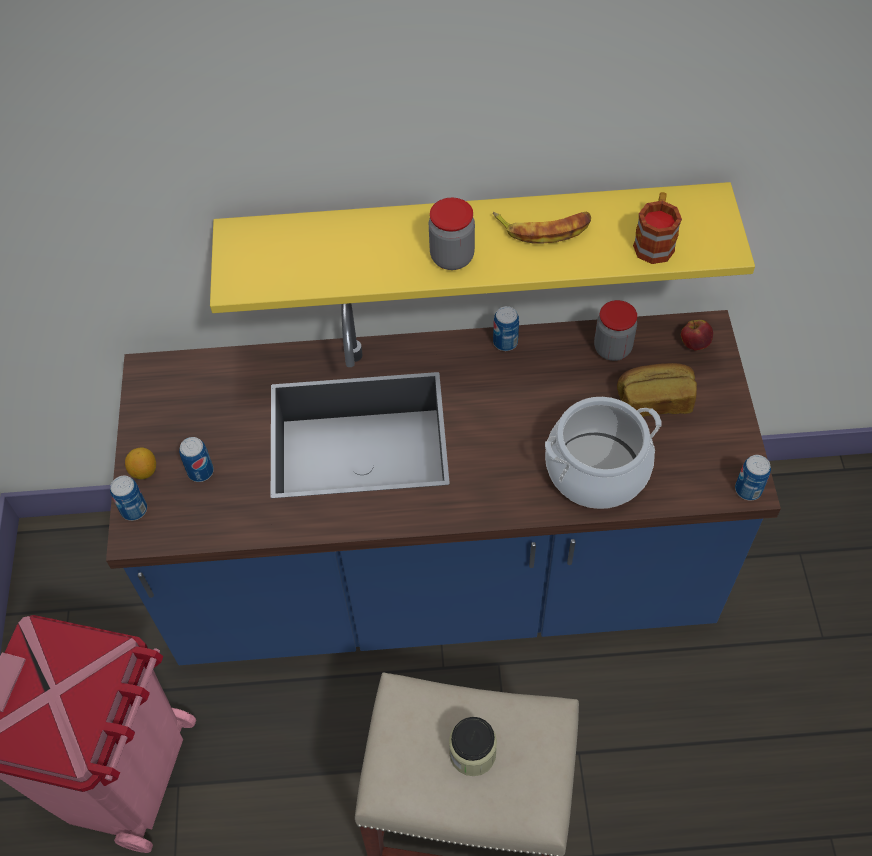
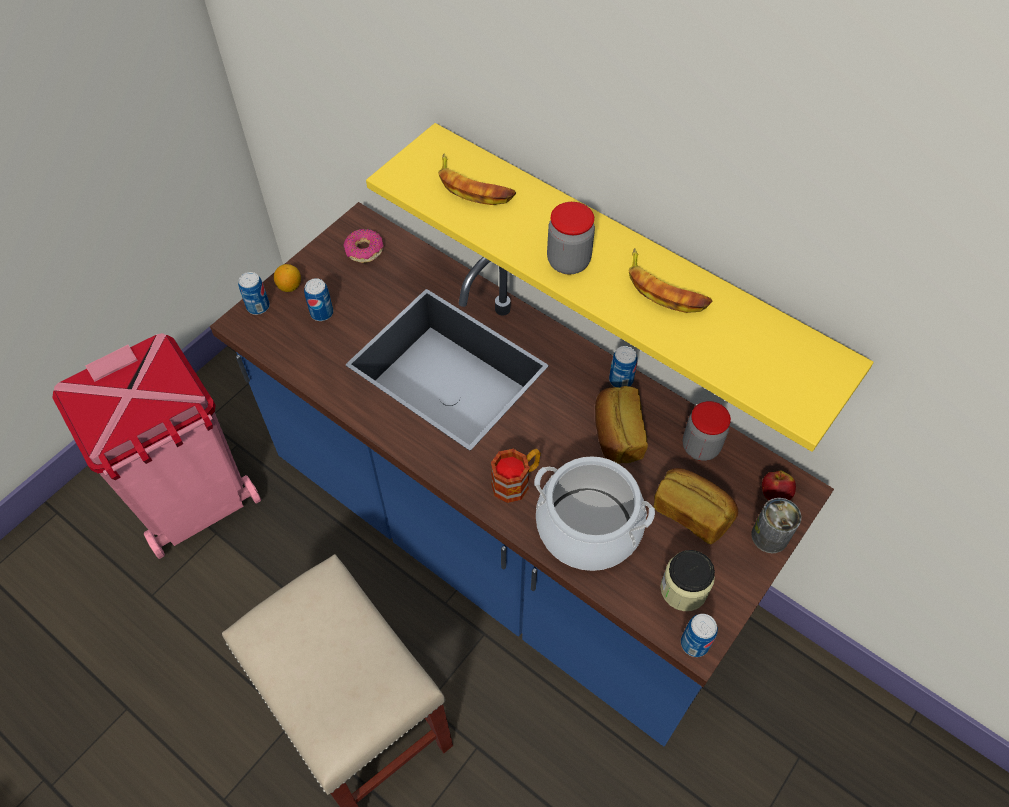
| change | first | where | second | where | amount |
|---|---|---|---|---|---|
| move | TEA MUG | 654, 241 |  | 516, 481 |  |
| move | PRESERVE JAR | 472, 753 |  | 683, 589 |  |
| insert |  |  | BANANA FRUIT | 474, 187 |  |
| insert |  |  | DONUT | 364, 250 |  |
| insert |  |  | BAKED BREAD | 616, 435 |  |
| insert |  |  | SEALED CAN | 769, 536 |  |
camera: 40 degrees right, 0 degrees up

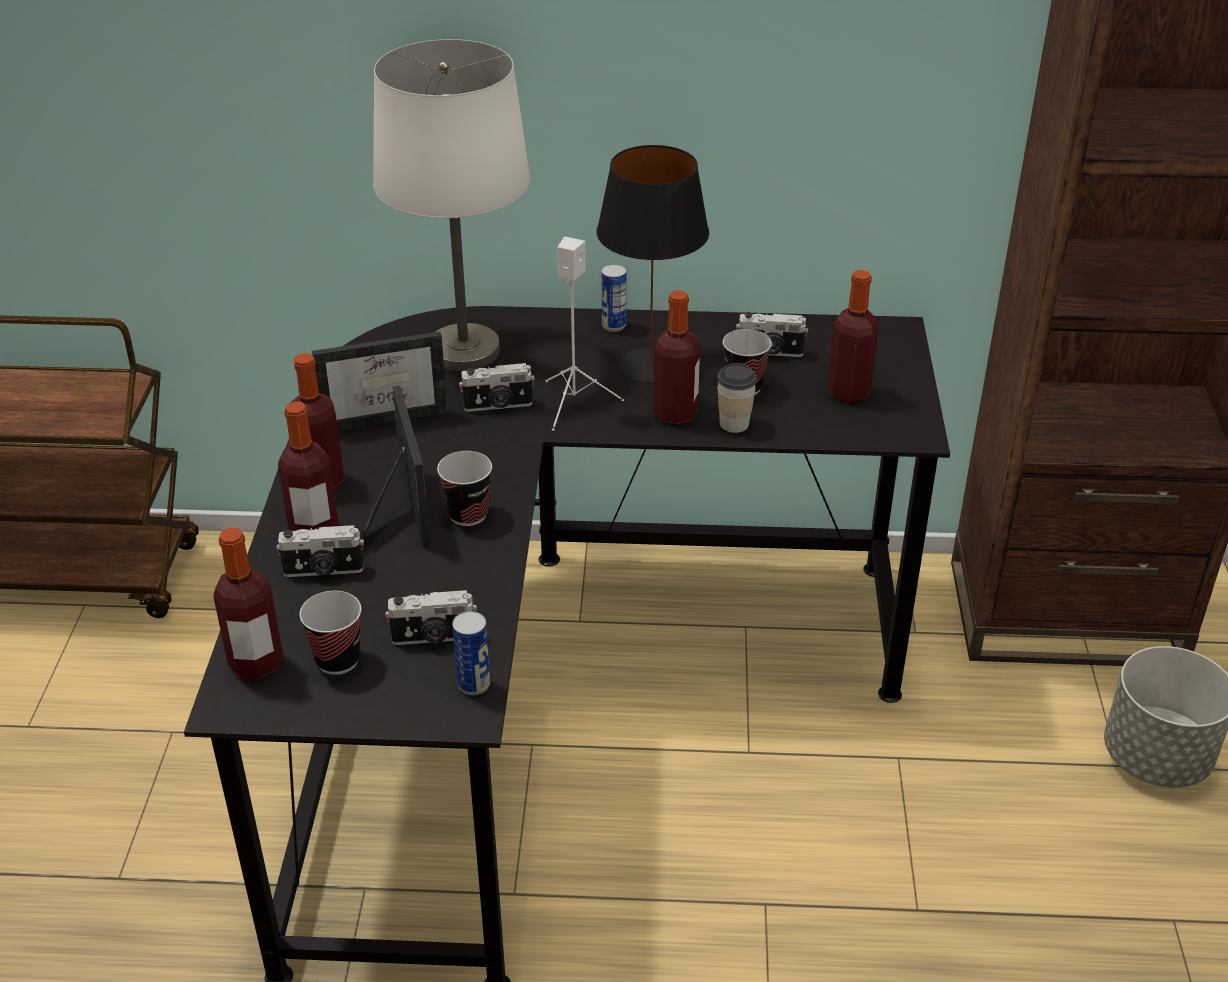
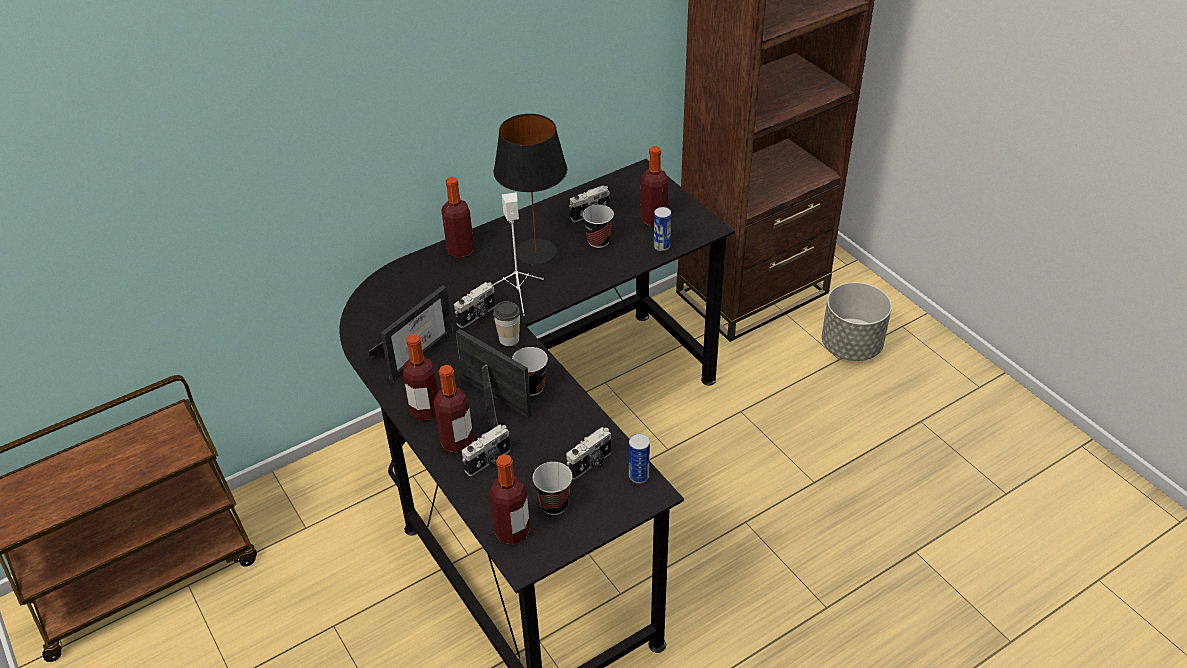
| change | first | where | second | where | amount |
|---|---|---|---|---|---|
| delete | WHITISH TABLE LAMP | 465, 351 |  |  |  |
| move | SEALED CAN | 613, 326 |  | 661, 246 |  |
| move | BOTTLE | 675, 414 |  | 460, 250 |  |
| move | CUP | 734, 423 |  | 509, 339 |  |
camera: 35 degrees left, 5 degrees up

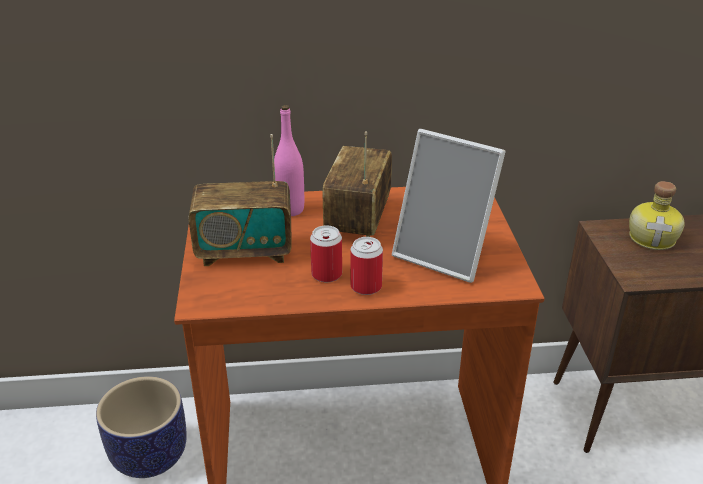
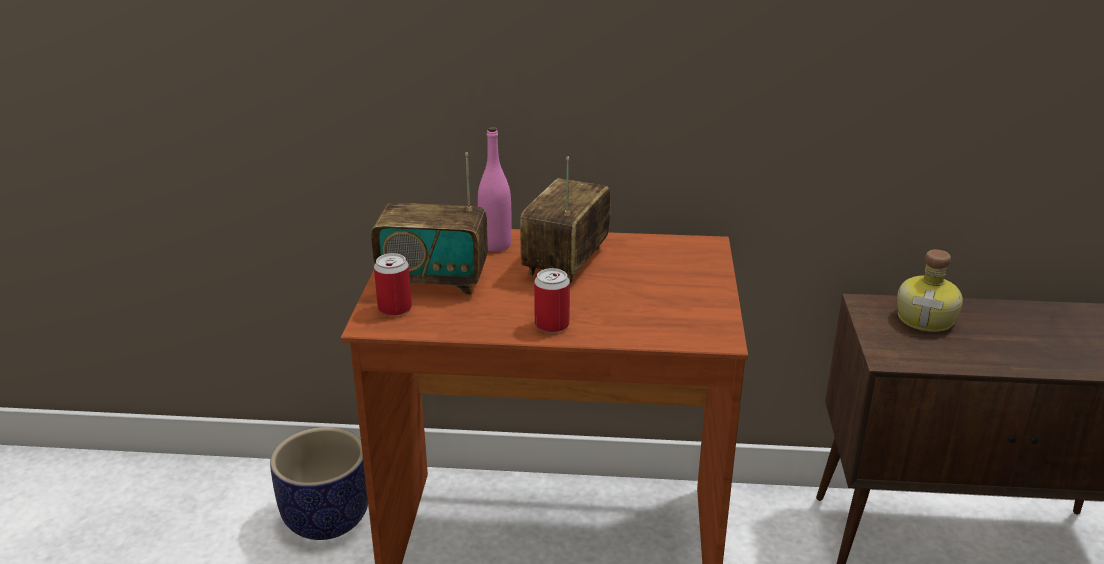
| change | first | where | second | where | amount |
|---|---|---|---|---|---|
| delete | PHOTO FRAME | 445, 255 |  |  |  |
| move | SEALED CAN | 326, 274 |  | 395, 308 |  |
camera: 10 degrees right, 5 degrees down

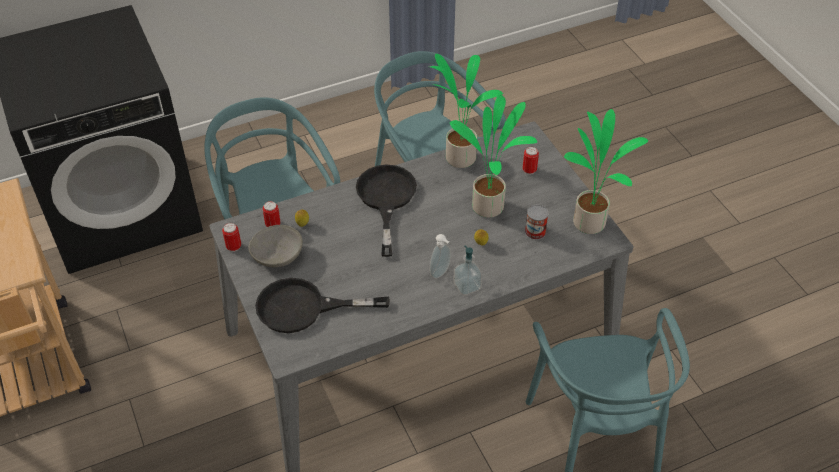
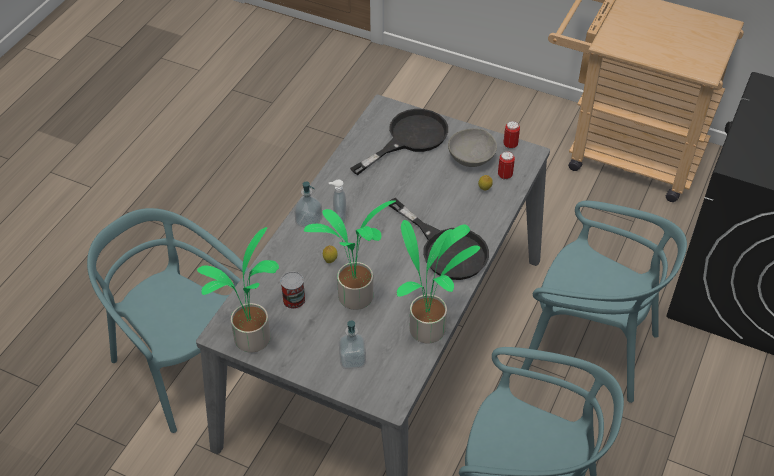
| change | first | where | second | where | amount |
|---|---|---|---|---|---|
| replace | SEALED CAN | 529, 170 | SOAP DISPENSER | 352, 359 |  |
camera: 140 degrees right, 0 degrees up

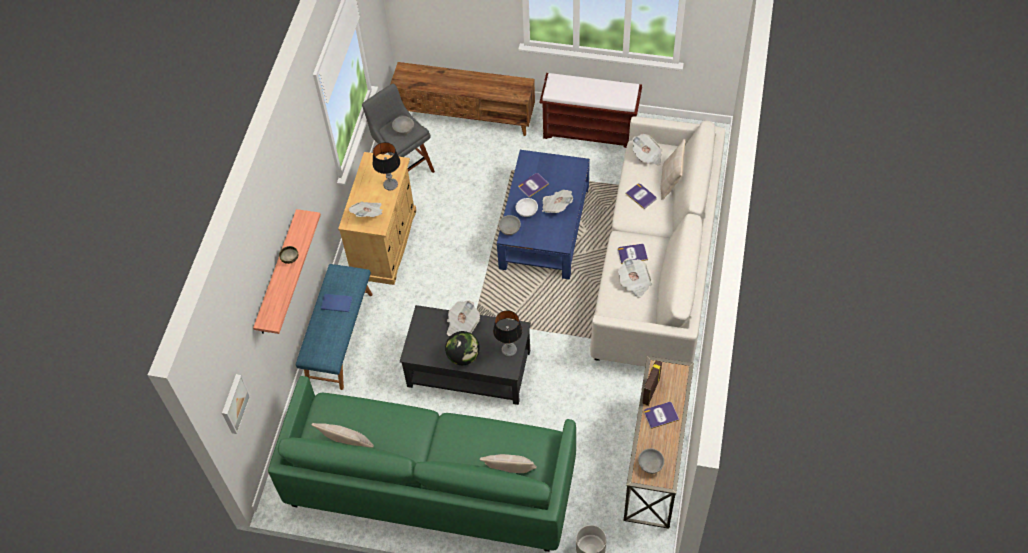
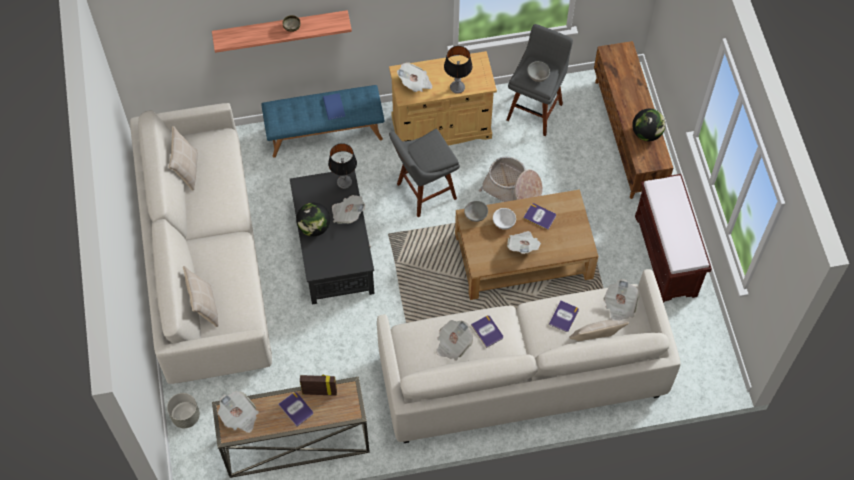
| change | first | where | second | where | amount |
|---|---|---|---|---|---|
| recolor | BLUE-COLOURED COFFEE TABLE | 544, 227 | BROWNISH COFFEE TABLE | 522, 256 |  |
| move | TABLE LAMP | 509, 349 |  | 344, 182 |  |
| delete | WALL ART | 233, 403 |  |  |  |
| recolor | GREENISH SETTEE | 430, 483 | WHITISH SETTEE | 206, 262 |  |
| replace | GREYISH SERVING BOWL | 651, 465 | NEWSPAPER | 239, 416 |  |
| insert |  |  | GLOBE | 646, 133 |  |
| insert |  |  | GREYISH STOOL SEAT | 423, 192 |  |
| insert |  |  | BASKET | 512, 189 |  |
camera: 65 degrees right, 5 degrees up

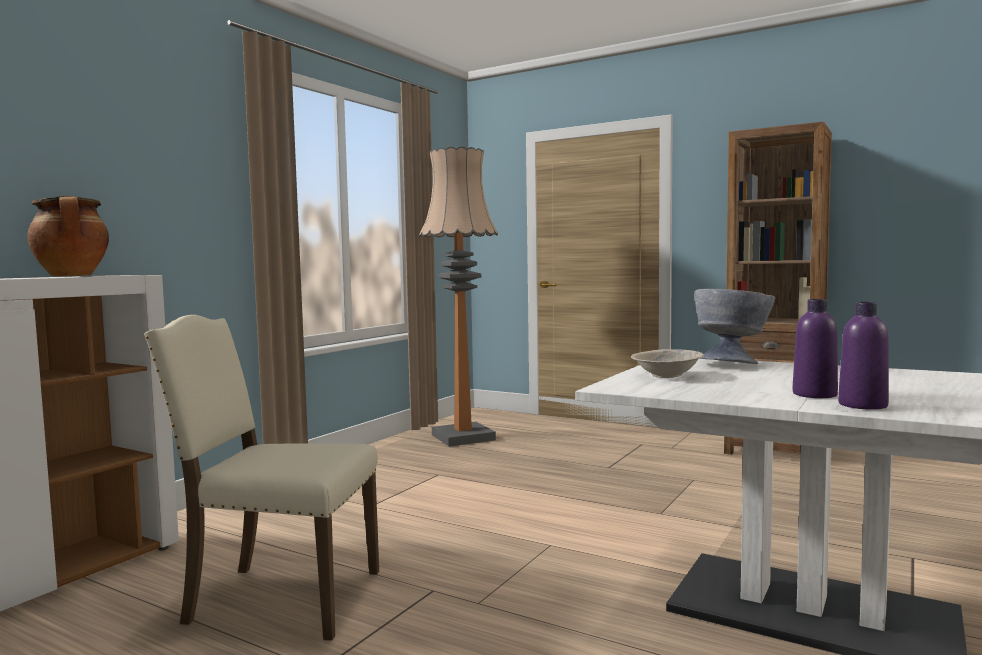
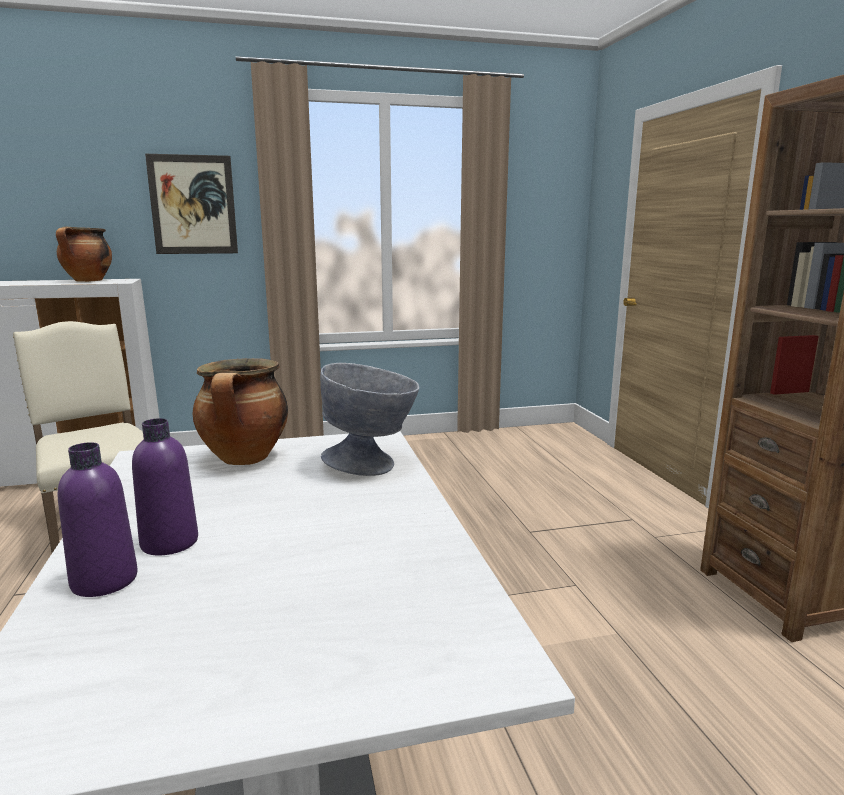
| change | first | where | second | where | amount |
|---|---|---|---|---|---|
| delete | FLOOR LAMP | 463, 437 |  |  |  |
| replace | BEIGE SERVING BOWL | 667, 375 | STOCKPOT | 245, 459 |  |
| insert |  |  | WALL ART | 193, 205 |  |
camera: 45 degrees right, 10 degrees up

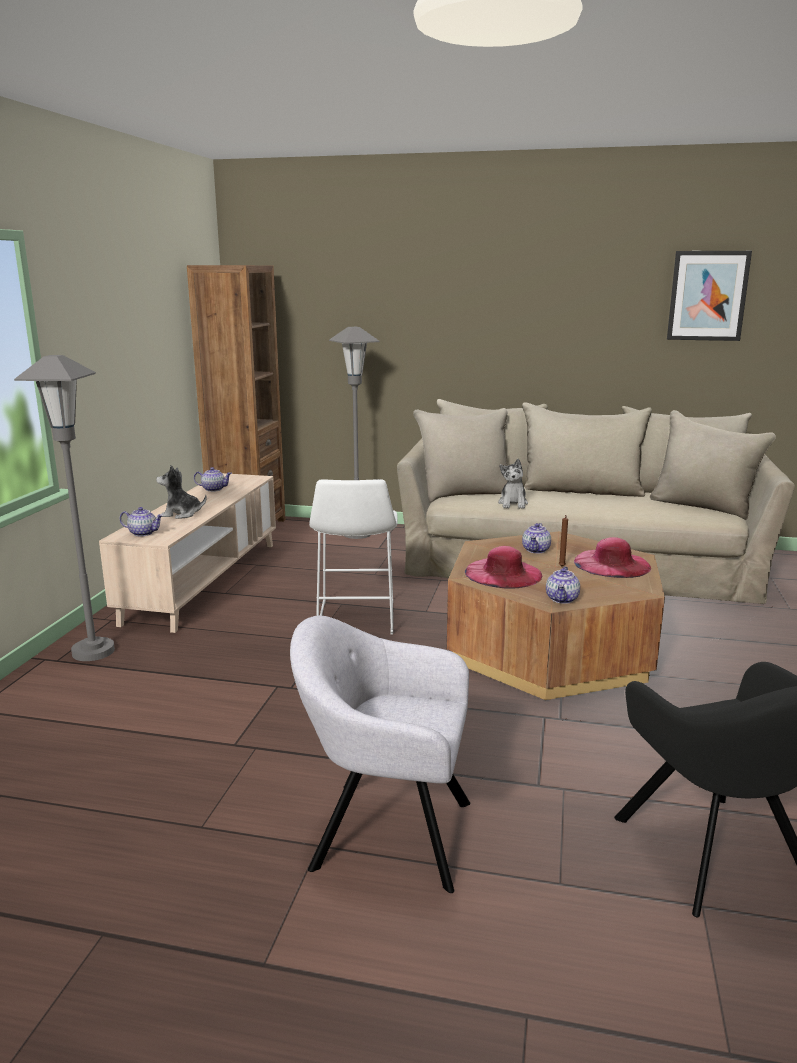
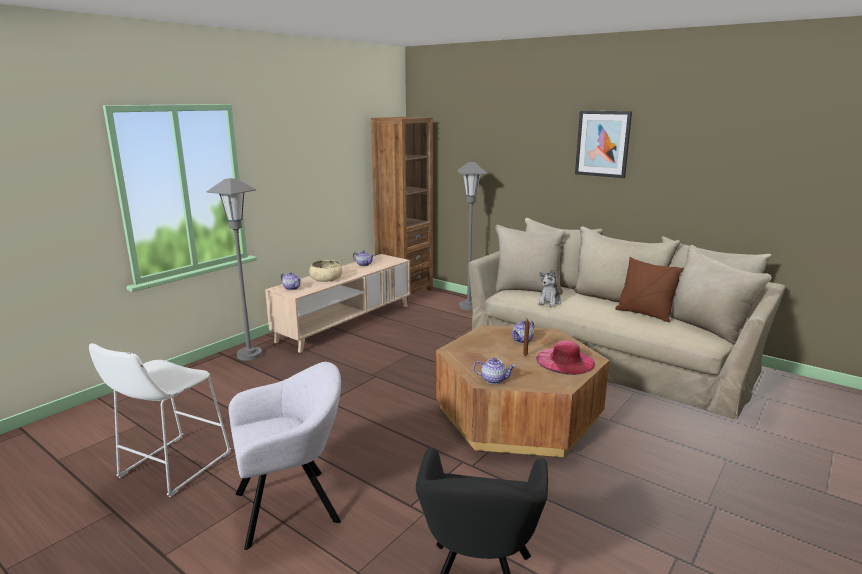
| change | first | where | second | where | amount |
|---|---|---|---|---|---|
| move | WALL ART | 707, 296 |  | 602, 143 |  |
| replace | SOFT TOY | 181, 514 | BEIGE SERVING BOWL | 326, 279 |  |
| move | WHITISH STOOL SEAT | 355, 619 |  | 170, 468 |  |
| delete | PINKISH HAT | 503, 573 |  |  |  |
| rotate | TEAPOT | 562, 599 |  | 493, 380 | 120 degrees counterclockwise |
| rotate | GREYISH LOUNGE CHAIR | 385, 833 |  | 292, 505 | 120 degrees clockwise |
| insert |  |  | BROWNISH CUSHION | 644, 314 |  |
camera: 25 degrees right, 0 degrees up

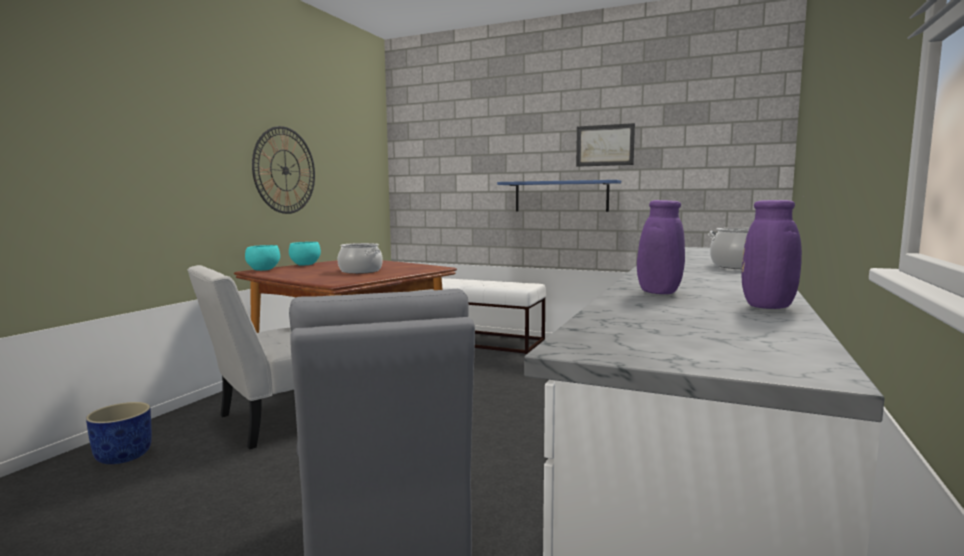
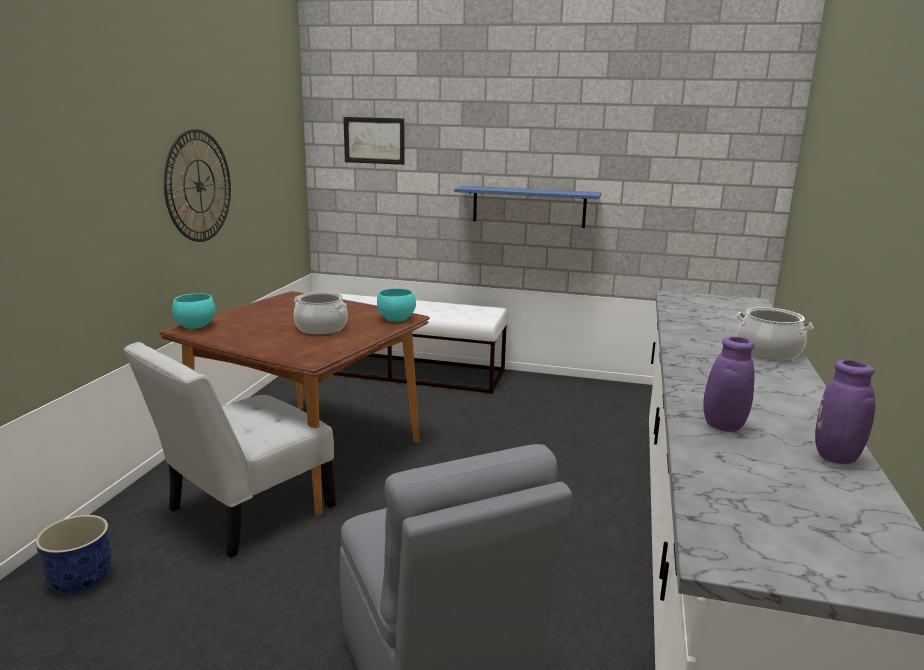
| change | first | where | second | where | amount |
|---|---|---|---|---|---|
| move | WALL ART | 605, 145 |  | 374, 140 |  |
| move | TURQUOISE SERVING BOWL | 304, 265 |  | 395, 319 |  |
camera: 10 degrees left, 10 degrees up

